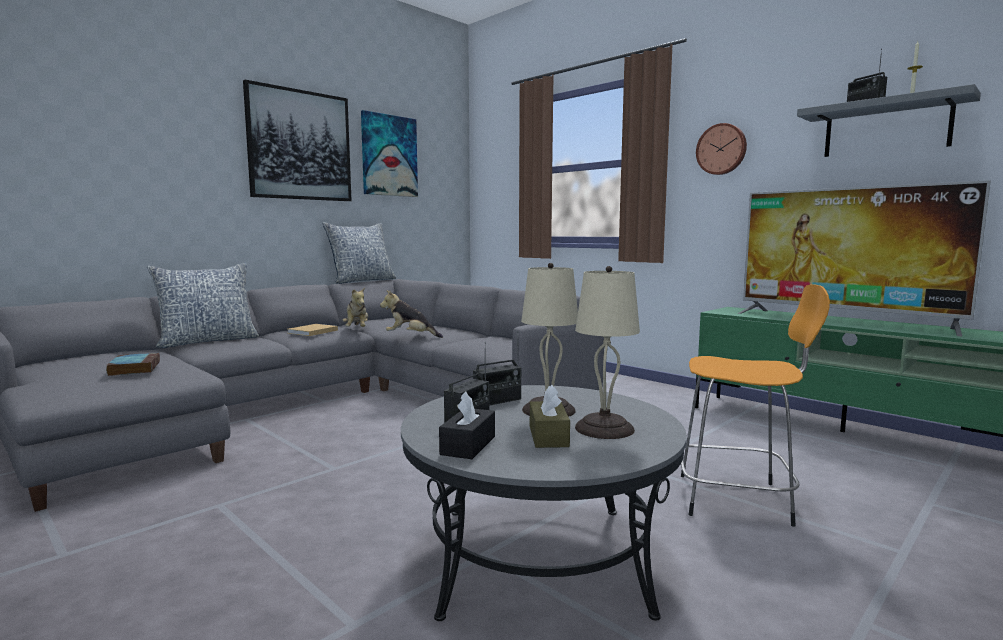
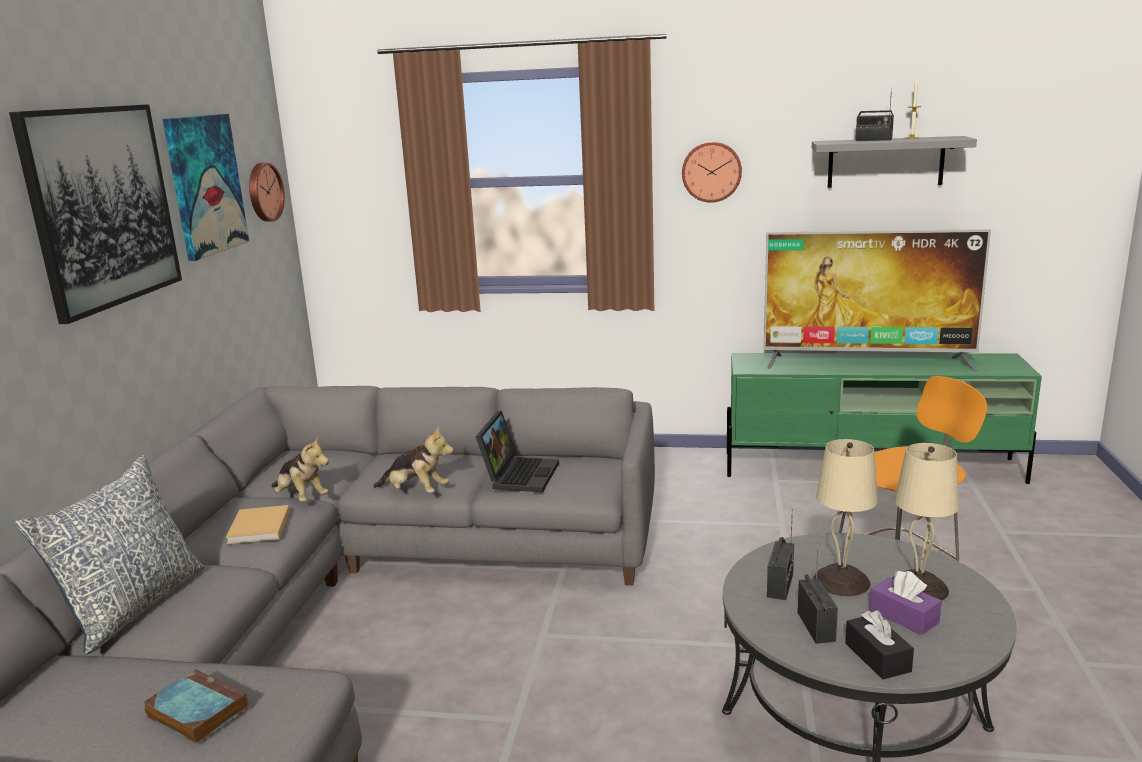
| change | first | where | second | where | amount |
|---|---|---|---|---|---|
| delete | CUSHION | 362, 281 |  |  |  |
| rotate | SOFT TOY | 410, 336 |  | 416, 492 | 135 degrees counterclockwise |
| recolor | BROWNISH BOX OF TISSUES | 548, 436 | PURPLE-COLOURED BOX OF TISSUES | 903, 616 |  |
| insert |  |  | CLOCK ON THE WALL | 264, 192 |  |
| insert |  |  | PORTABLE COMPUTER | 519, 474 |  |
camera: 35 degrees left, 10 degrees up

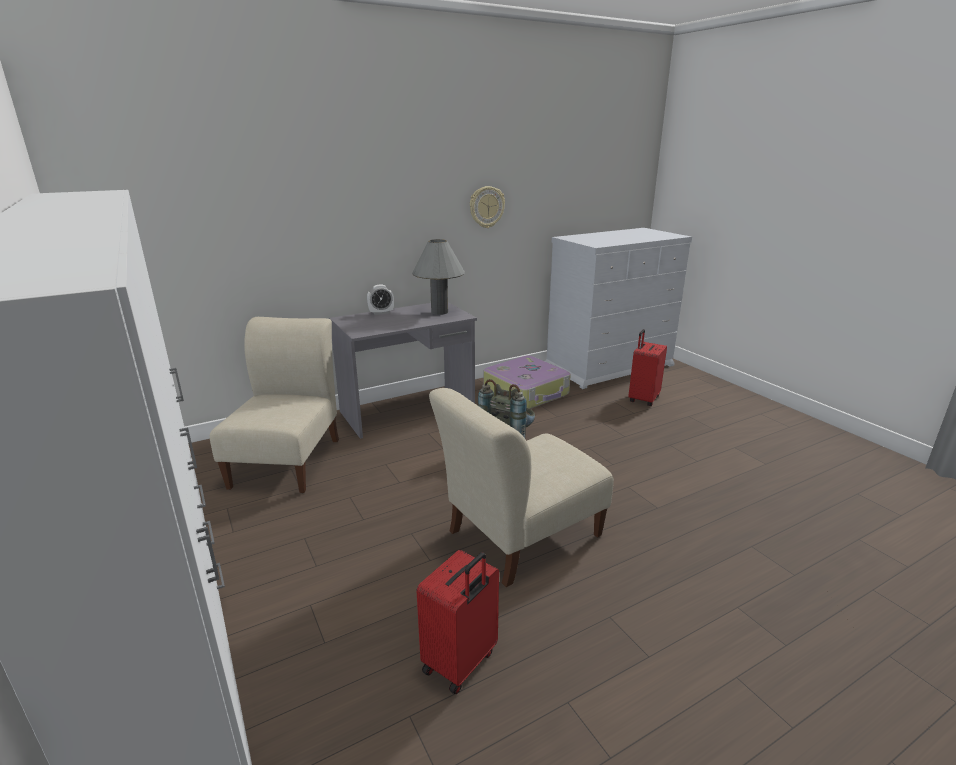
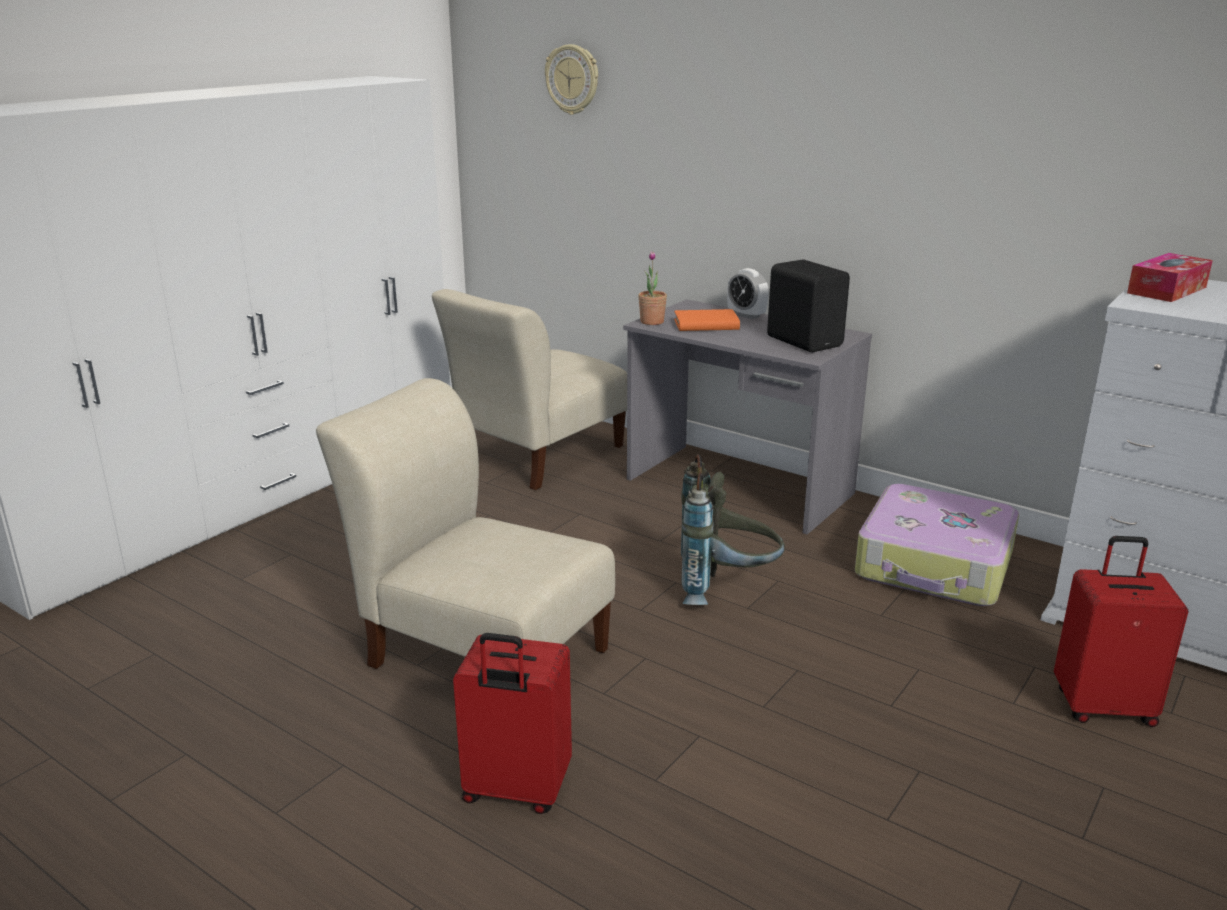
| change | first | where | second | where | amount |
|---|---|---|---|---|---|
| move | CLOCK ON THE WALL | 486, 207 |  | 572, 79 |  |
| replace | GREYISH TABLE LAMP | 439, 312 | BLACKISH SPEAKER | 805, 341 |  |
| rotate | BEIGE CHAIR | 288, 460 |  | 537, 457 | 150 degrees clockwise |
| move | RED-COLOURED SUITCASE | 461, 662 |  | 515, 791 |  |
| insert |  |  | PLANT IN A POT | 652, 322 |  |
| insert |  |  | BOX OF TISSUES | 1167, 290 |  |
| insert |  |  | ORANGE-COLOURED BOUND BOOK | 706, 325 |  |
camera: 65 degrees right, 0 degrees up

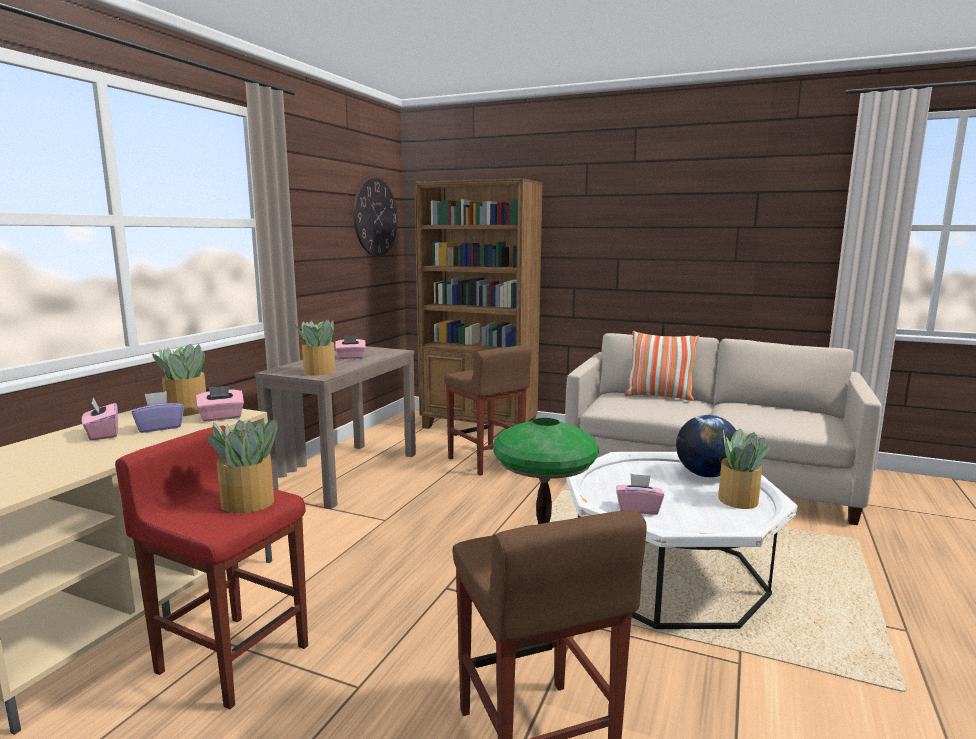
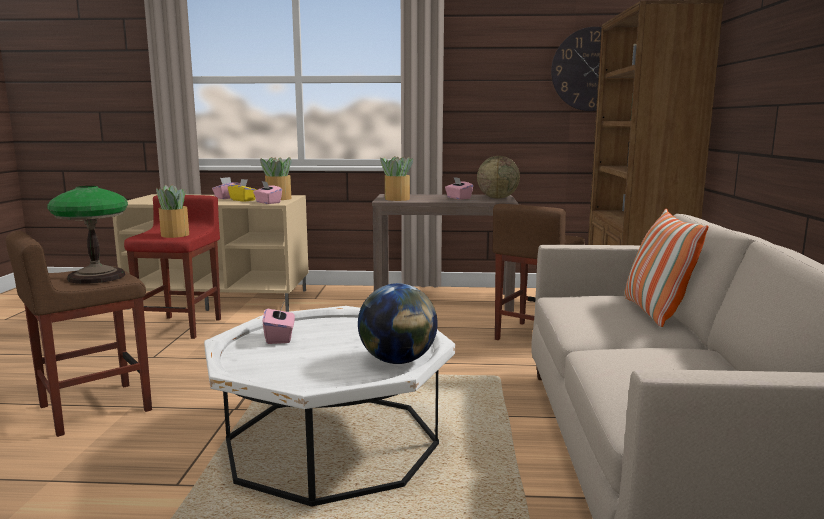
| change | first | where | second | where | amount |
|---|---|---|---|---|---|
| recolor | PURPLE-COLOURED BOX OF TISSUES | 159, 427 | YELLOW-COLOURED BOX OF TISSUES | 243, 200 |  |
| delete | PLANT IN A POT | 738, 499 |  |  |  |
| insert |  |  | GLOBE | 497, 198 |  |
camera: 70 degrees right, 0 degrees up

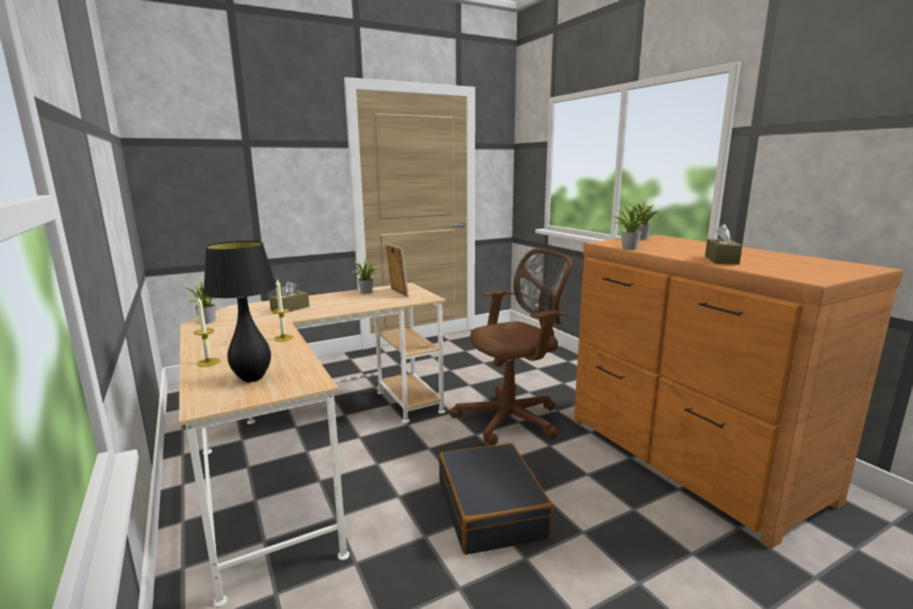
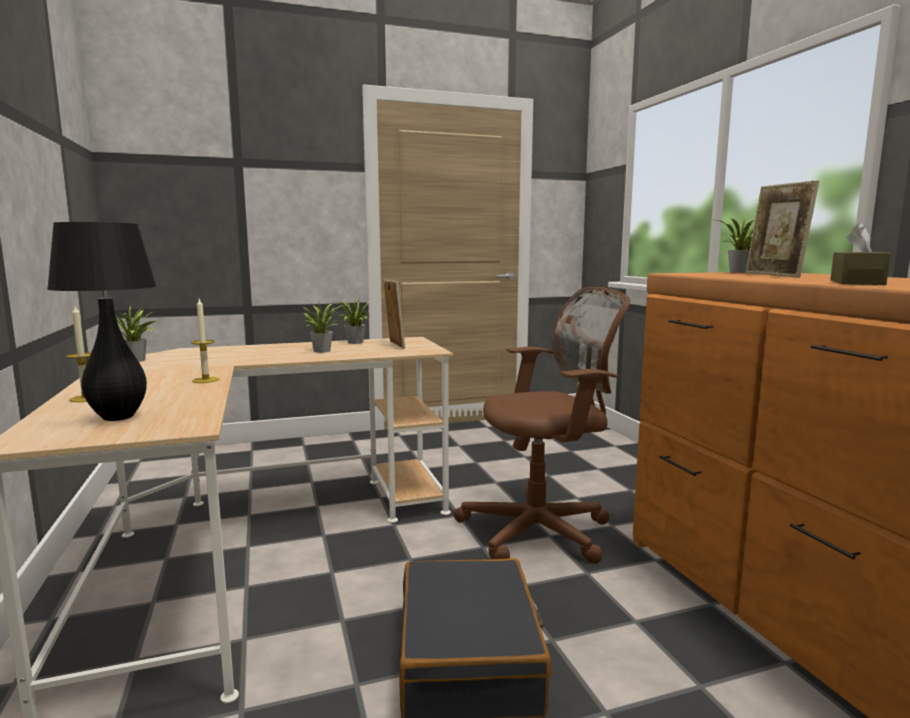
| change | first | where | second | where | amount |
|---|---|---|---|---|---|
| move | PLANT IN A POT | 628, 247 |  | 321, 350 |  |
| delete | BROWNISH BOX OF TISSUES | 290, 308 |  |  |  |
| insert |  |  | PHOTO FRAME | 774, 275 |  |
camera: 10 degrees right, 5 degrees down

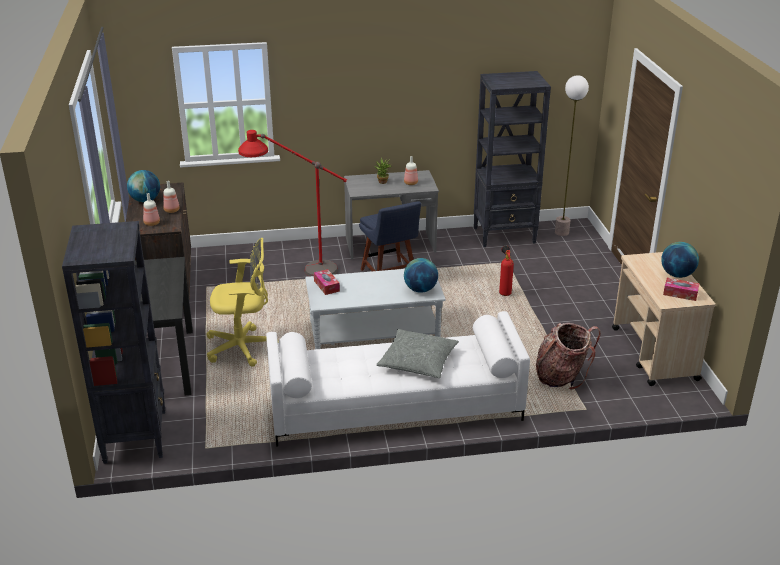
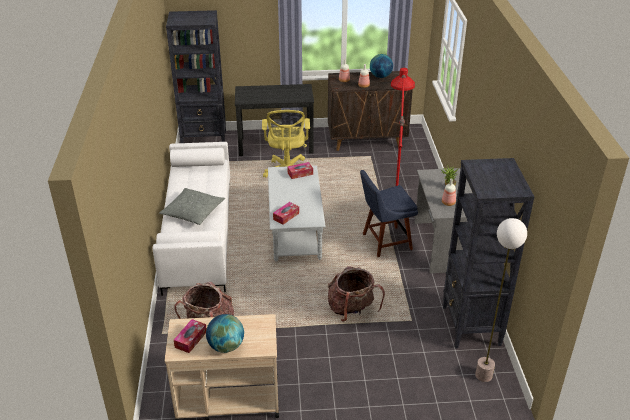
| change | first | where | second | where | amount |
|---|---|---|---|---|---|
| replace | FIRE EXTINGUISHER | 504, 292 | KNAPSACK | 352, 310 |  |
| replace | GLOBE | 420, 290 | BOX OF TISSUES | 286, 216 |  |
camera: 95 degrees right, 5 degrees up

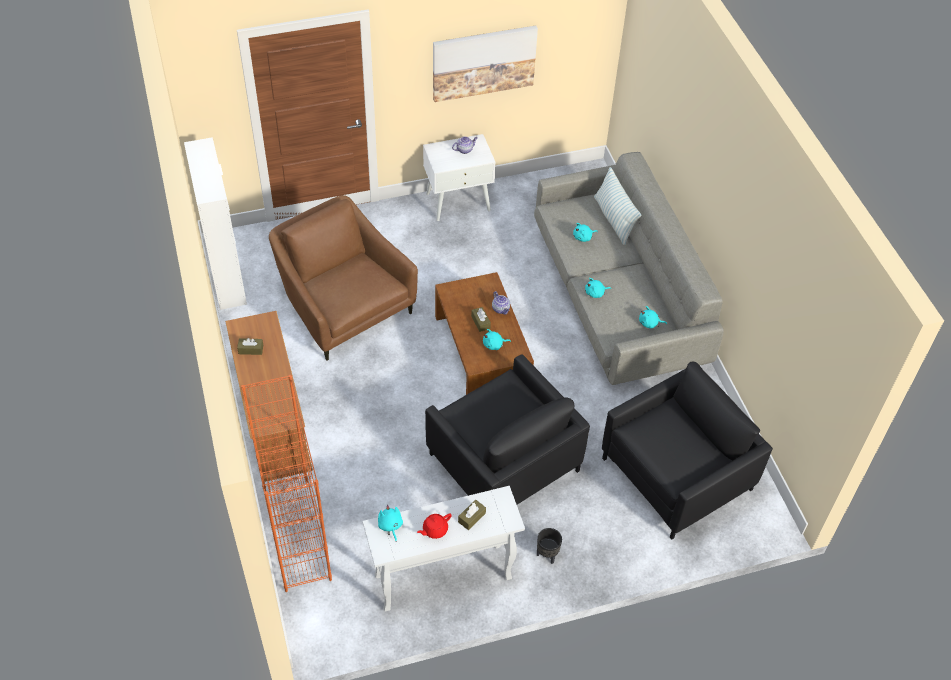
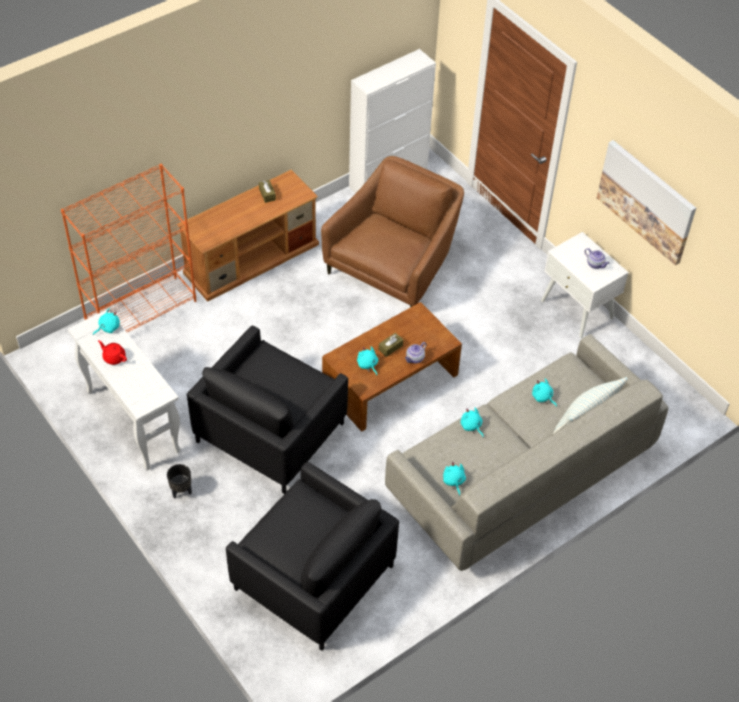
| change | first | where | second | where | amount |
|---|---|---|---|---|---|
| delete | BROWNISH BOX OF TISSUES | 471, 517 |  |  |  |
camera: 70 degrees right, 0 degrees up

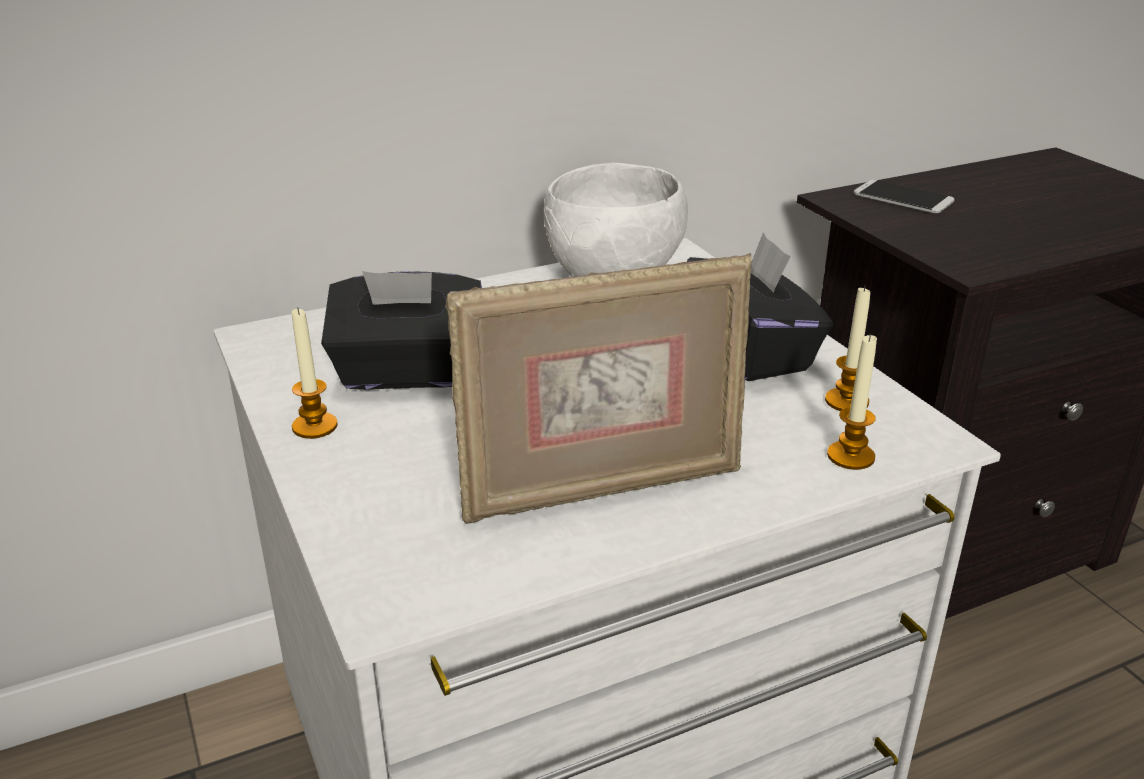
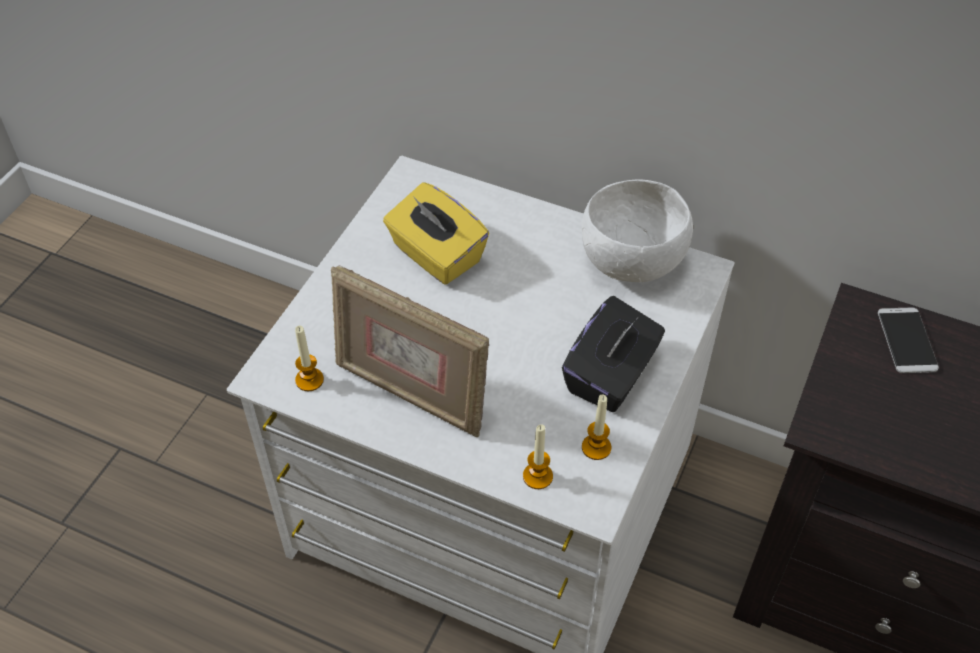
| change | first | where | second | where | amount |
|---|---|---|---|---|---|
| recolor | BLACKISH BOX OF TISSUES | 408, 373 | YELLOW-COLOURED BOX OF TISSUES | 436, 255 |  |
| move | CANDLE | 315, 426 |  | 309, 380 |  |
camera: 50 degrees right, 20 degrees up

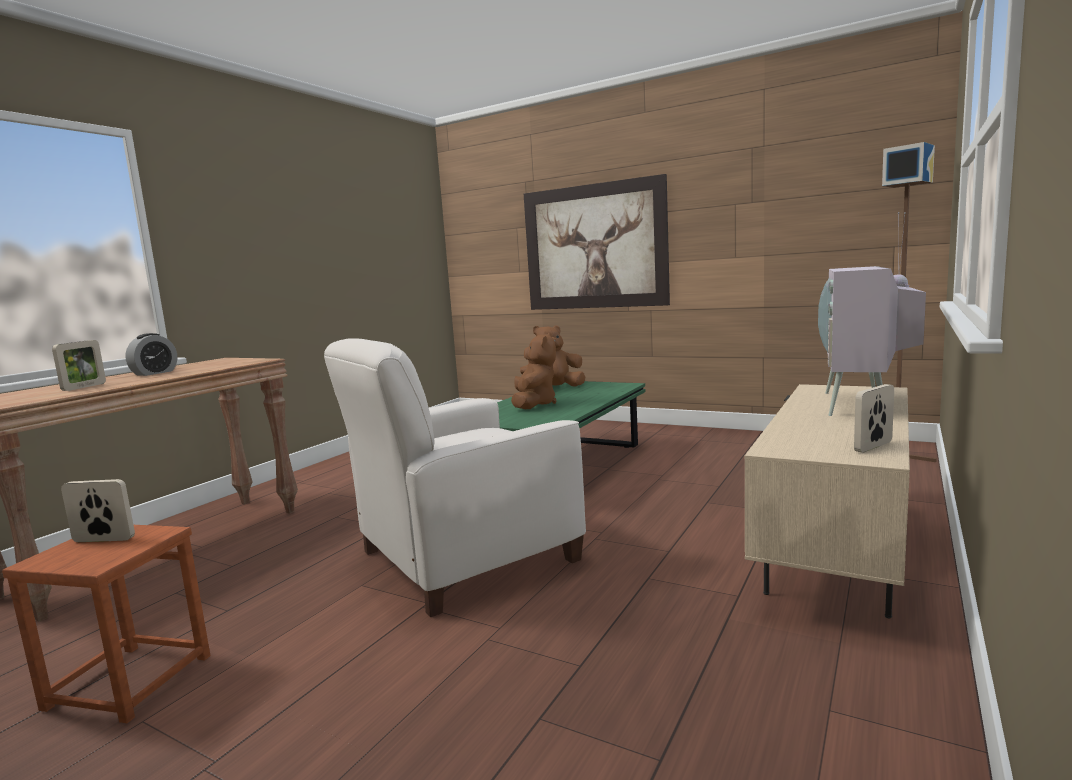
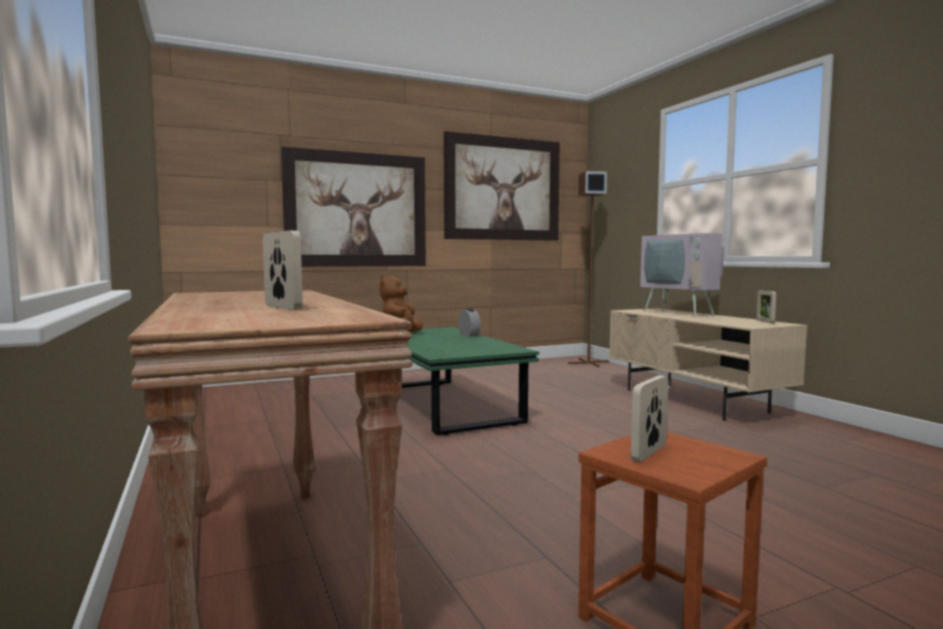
| change | first | where | second | where | amount |
|---|---|---|---|---|---|
| delete | BROWNISH SOFT TOY | 534, 404 |  |  |  |
| move | ALARM CLOCK | 154, 373 |  | 469, 335 |  |
| delete | WHITISH LOUNGE CHAIR | 465, 556 |  |  |  |
| insert |  |  | WALL ART | 503, 189 |  |
camera: 55 degrees left, 5 degrees down

